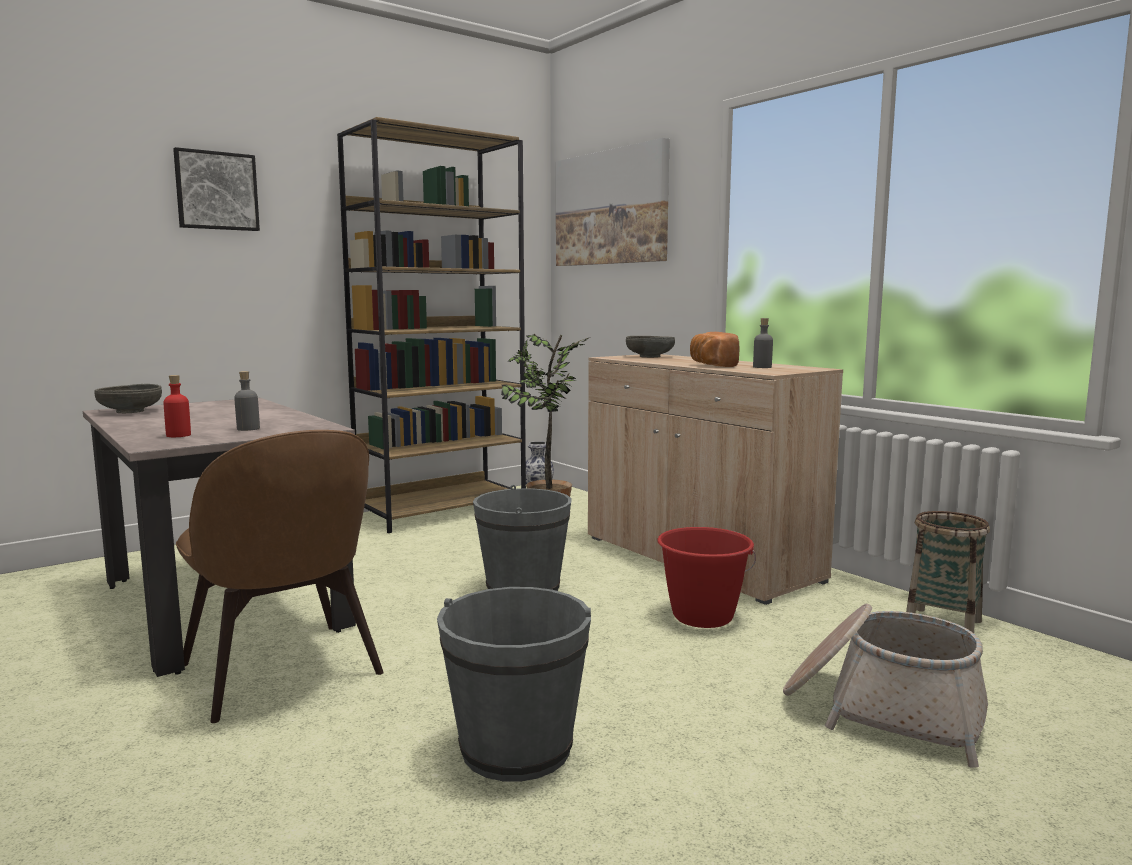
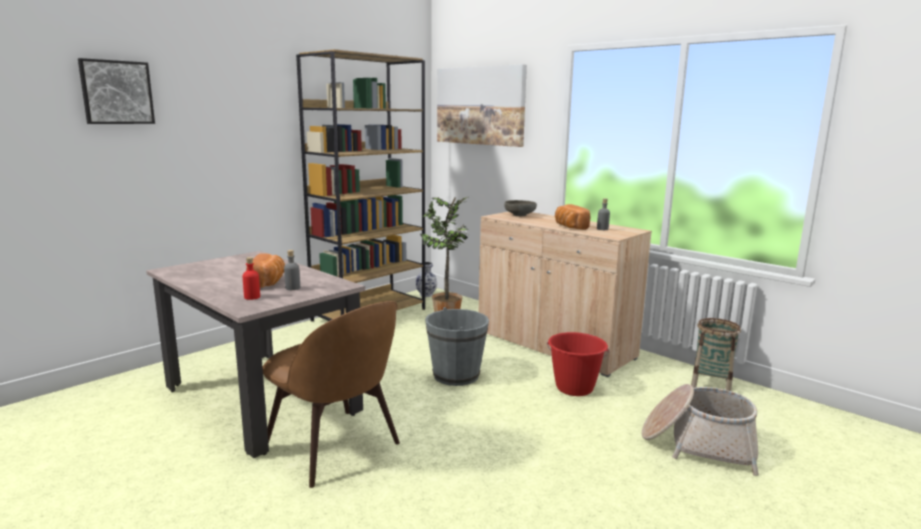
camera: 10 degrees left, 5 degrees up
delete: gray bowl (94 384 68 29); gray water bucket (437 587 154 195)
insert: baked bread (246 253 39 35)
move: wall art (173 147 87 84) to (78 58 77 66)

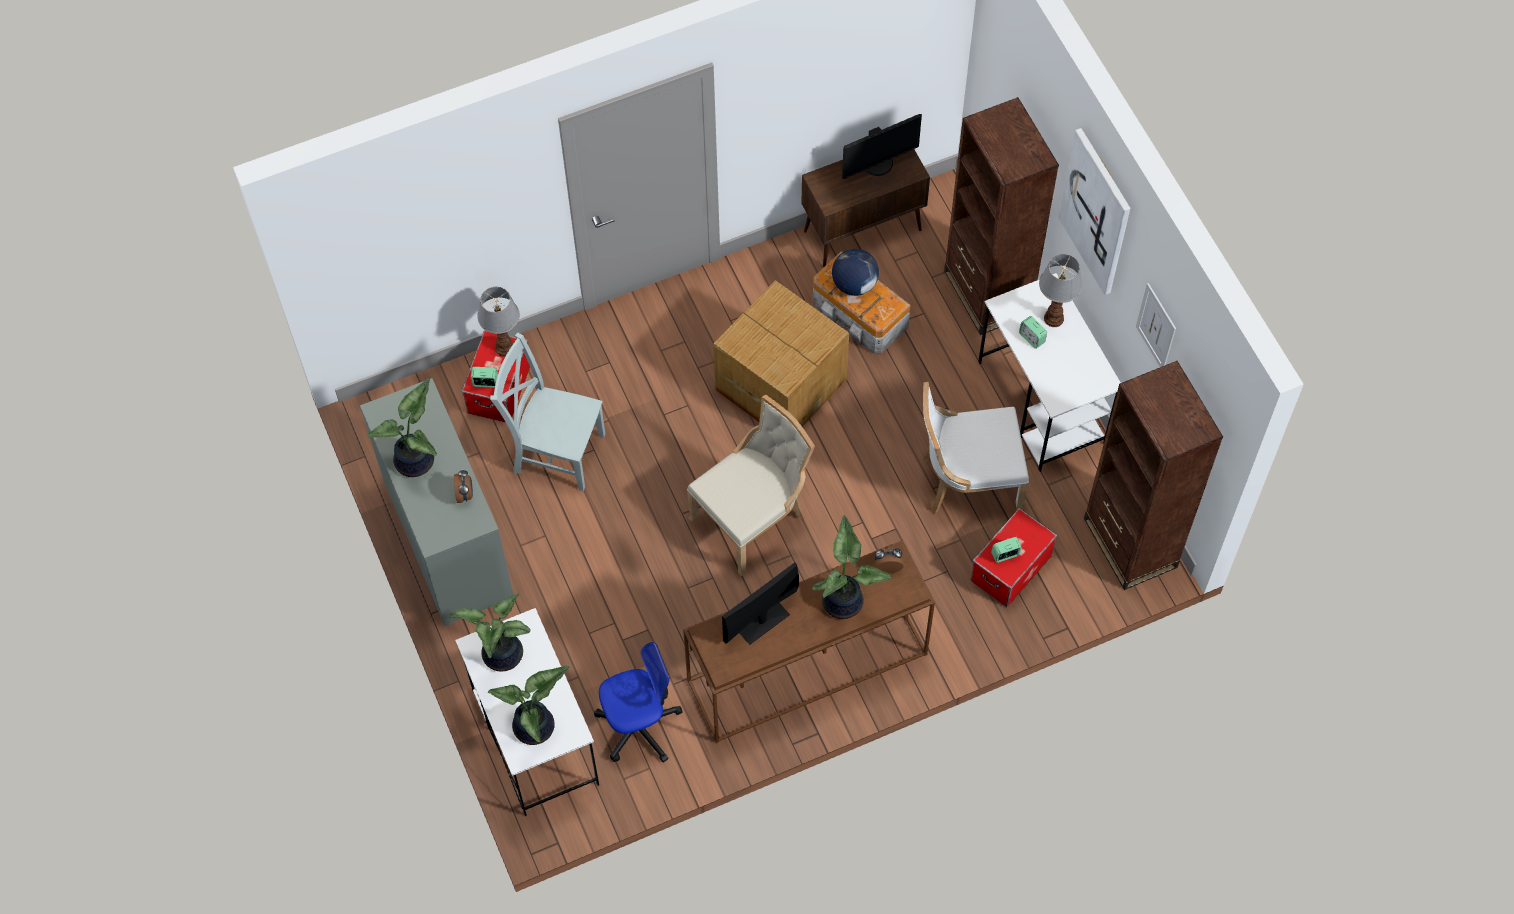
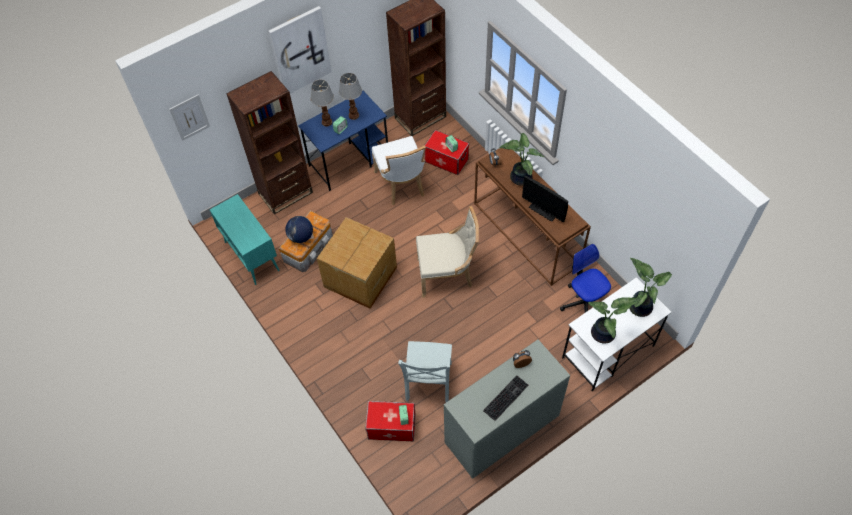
camera: 100 degrees left, 5 degrees down
delete: computer screen (842 114 80 65)
move: wall art (1136 283 40 84) to (169 95 41 46); table lamp (477 287 43 70) to (339 73 23 47)
replace: potted plant (368 378 69 99) to computer keyboard (483 375 45 46)
recolor: brown cupboard (801 149 129 119) to blue-green cupboard (210 194 70 91); whitish desk (978 273 143 199) to blue desk (298 91 90 100)
rotate: sand-coloured upright chair (687 395 128 181) = (416 206 63 92) 135 degrees clockwise

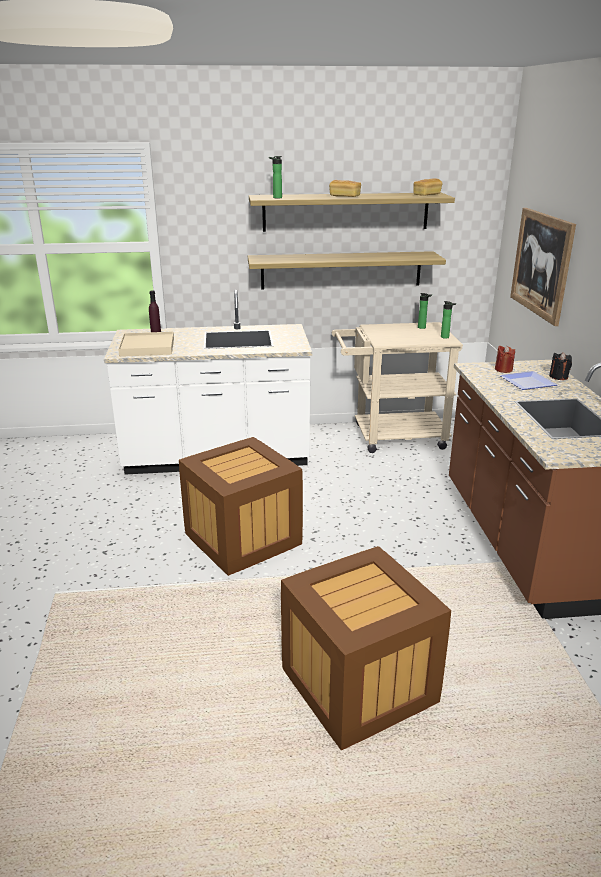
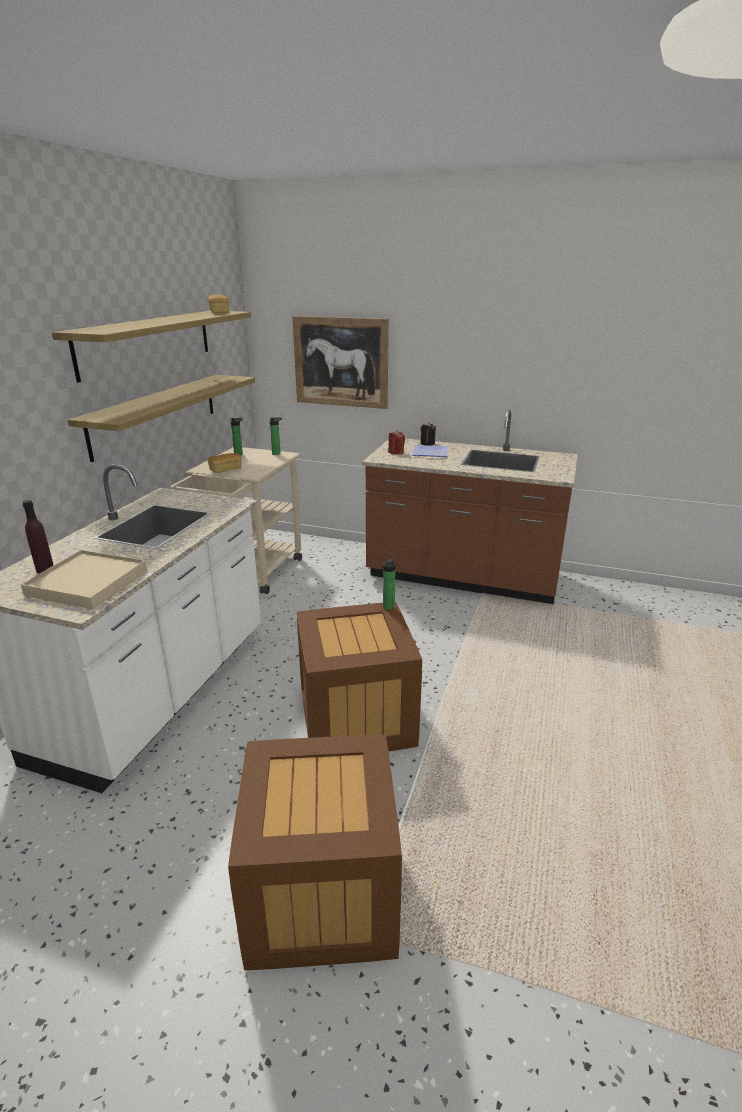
camera: 65 degrees left, 0 degrees up
move: beverage bottle (269 156 13 42) to (382 558 14 52); baked bread (329 180 32 17) to (208 453 34 20); crate (281 546 170 204) to (228 734 174 236)

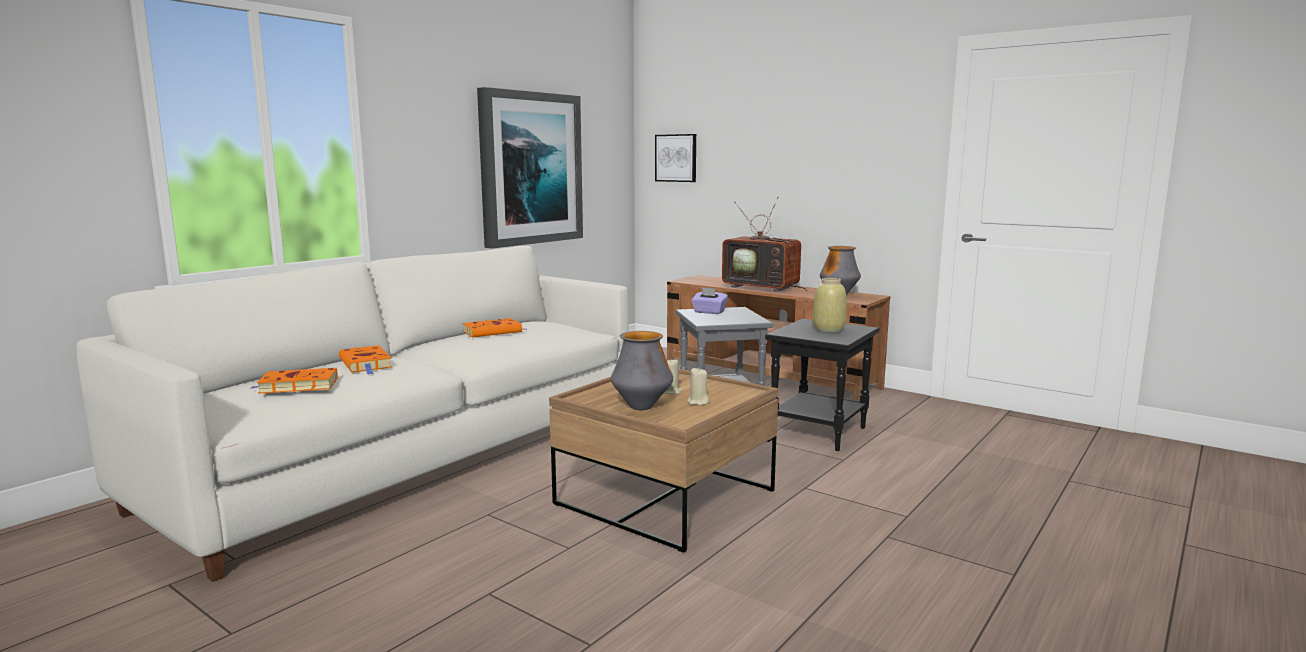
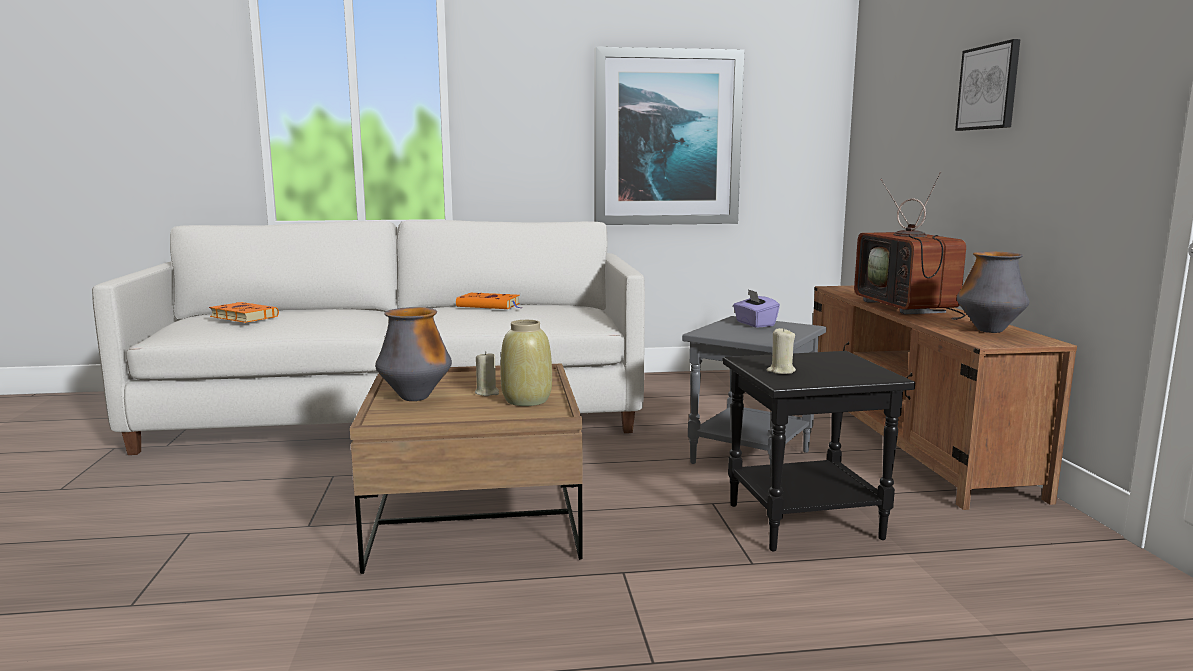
camera: 45 degrees right, 0 degrees up
delete: orange book (339 345 53 29)
move: wall art (655 134 41 48) to (955 39 66 92); sand-coloured vase (813 278 34 54) to (501 320 51 86); sand-coloured wax light (687 367 22 38) to (767 327 29 47)

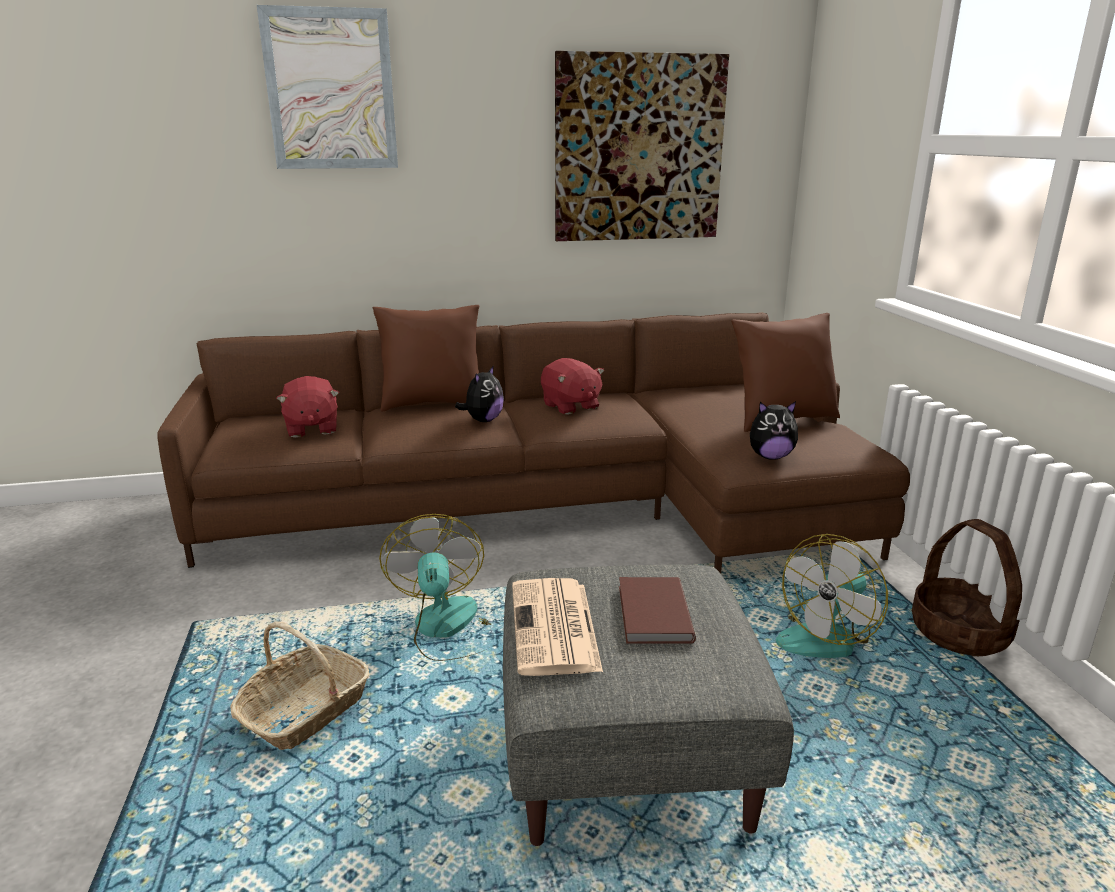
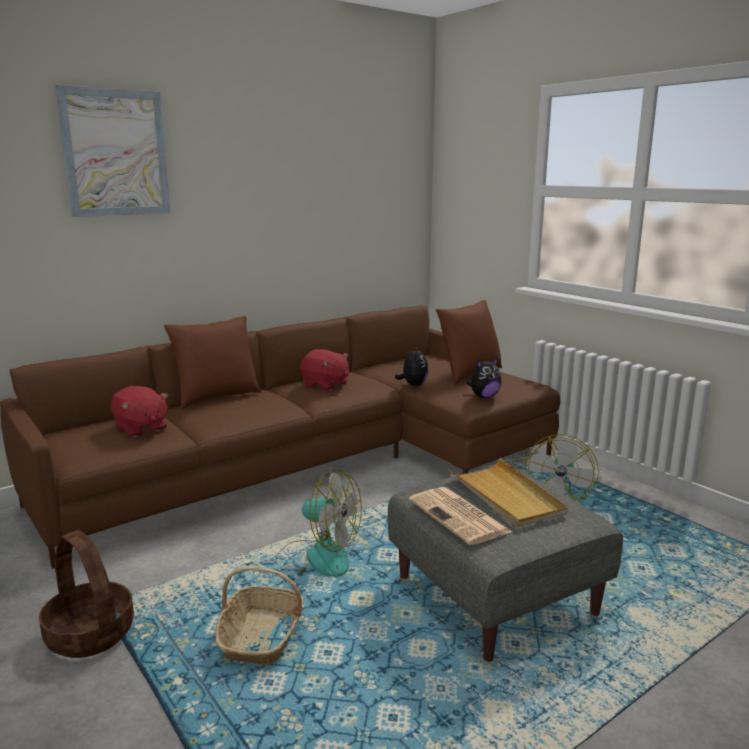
camera: 25 degrees left, 5 degrees down
delete: wall art (555 51 174 190)
move: cuddly toy (455 365 49 57) to (395 346 33 40); basket (912 519 110 137) to (39 530 95 128)
replace: brown book (619 577 77 67) to sand-coloured tray (448 458 120 70)
rotate: electric fan (379 514 112 147) = (275 469 87 108) 150 degrees clockwise

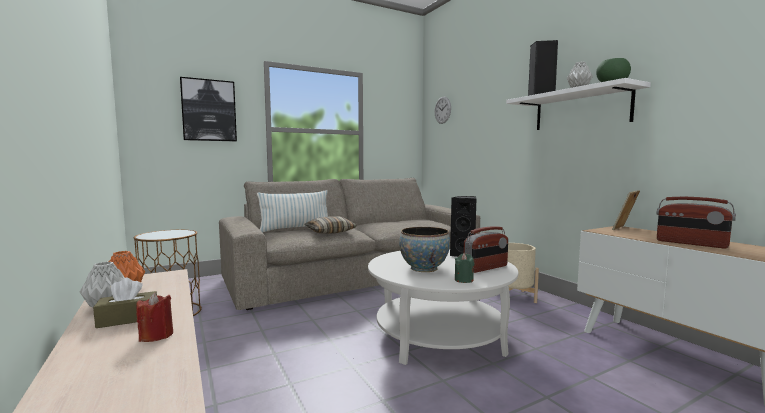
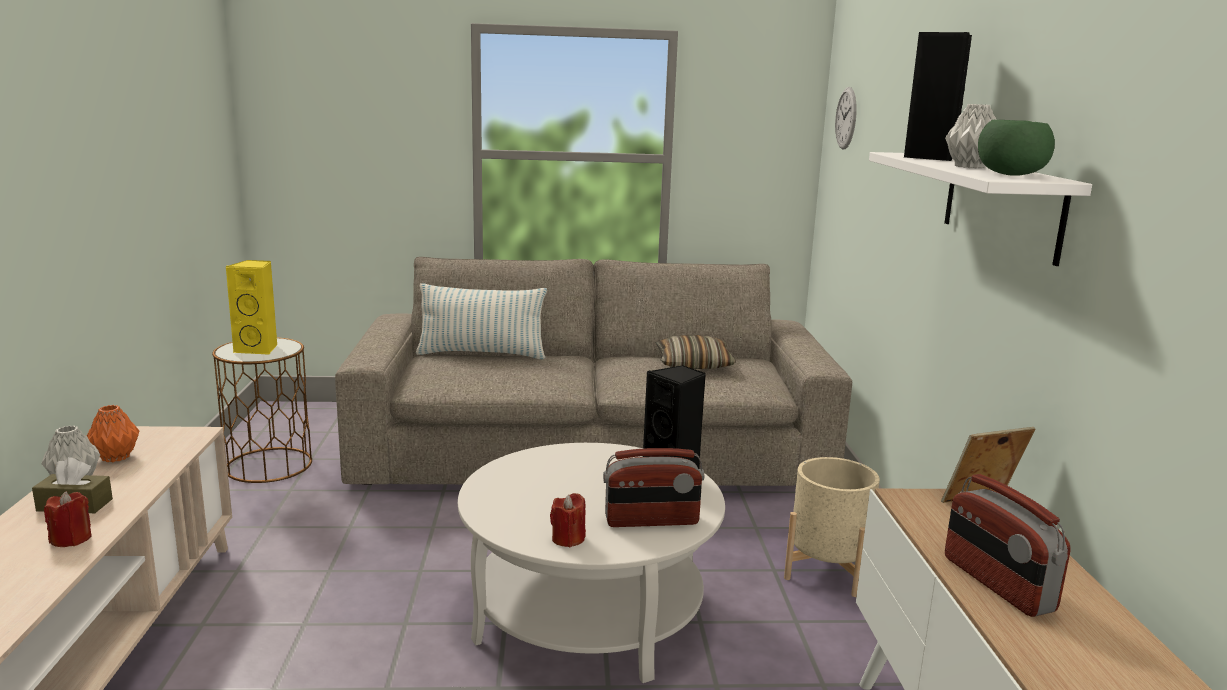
camera: 25 degrees right, 10 degrees up
delete: wall art (180 77 57 64); bowl (399 227 51 45)
insert: yellowish audio speaker (225 260 53 95)
move: pillow (304 216 53 18) to (656 335 80 34)
recolor: green-coloured wax light (455 253 19 30) to red wax light (550 493 36 54)

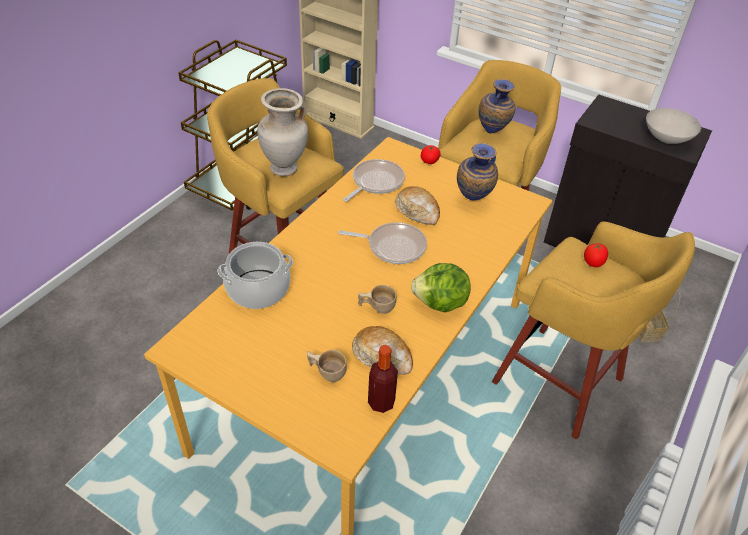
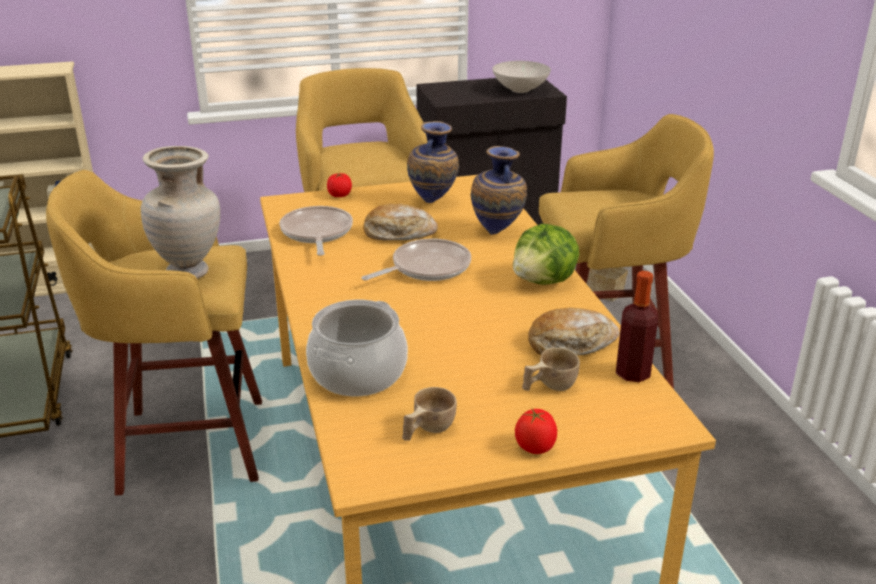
camera: 45 degrees left, 15 degrees down
move: vase (479 79 36 55) to (471 146 56 88); whole tomato (584 243 24 24) to (515 409 42 45); sand-coloured drinking cup (358 285 38 29) to (402 387 55 54)

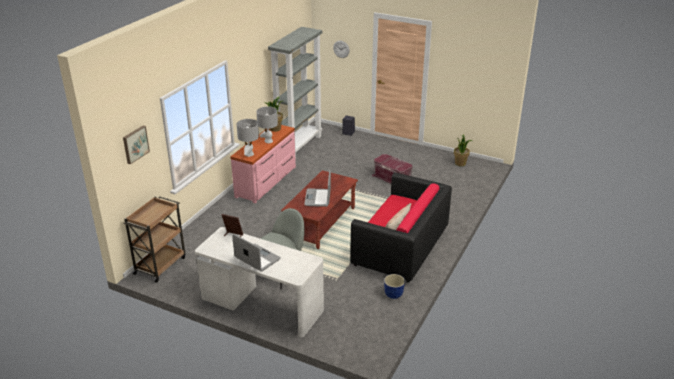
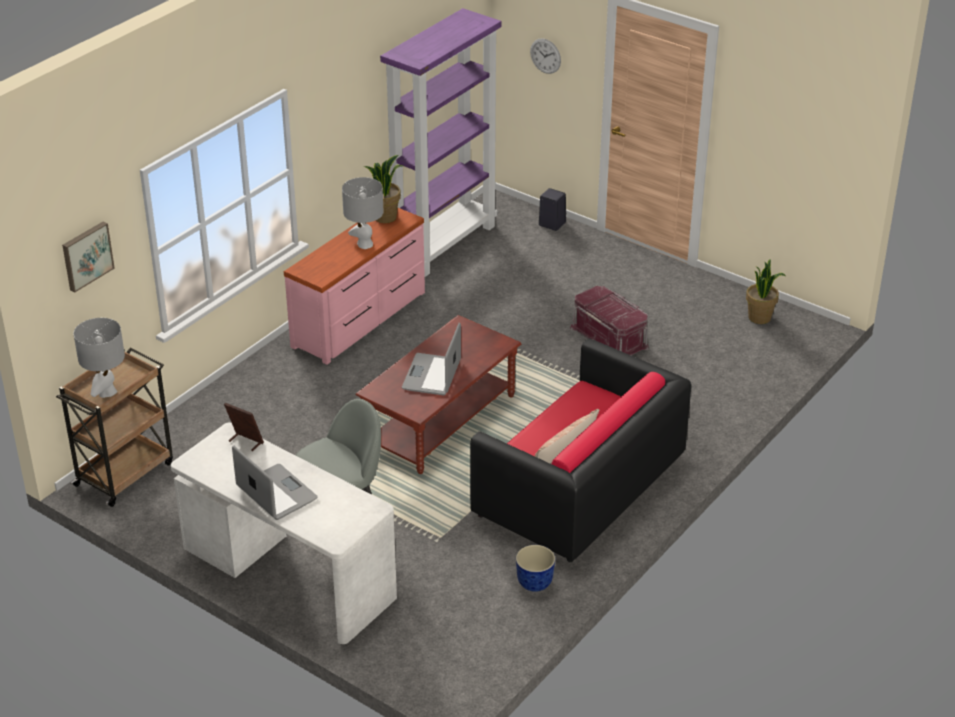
camera: 10 degrees right, 5 degrees up
move: gray table lamp (237 119 22 38) to (74 318 51 80)
recolor: gray bookshelf (268 27 54 132) to purple-coloured bookshelf (380 8 122 269)

